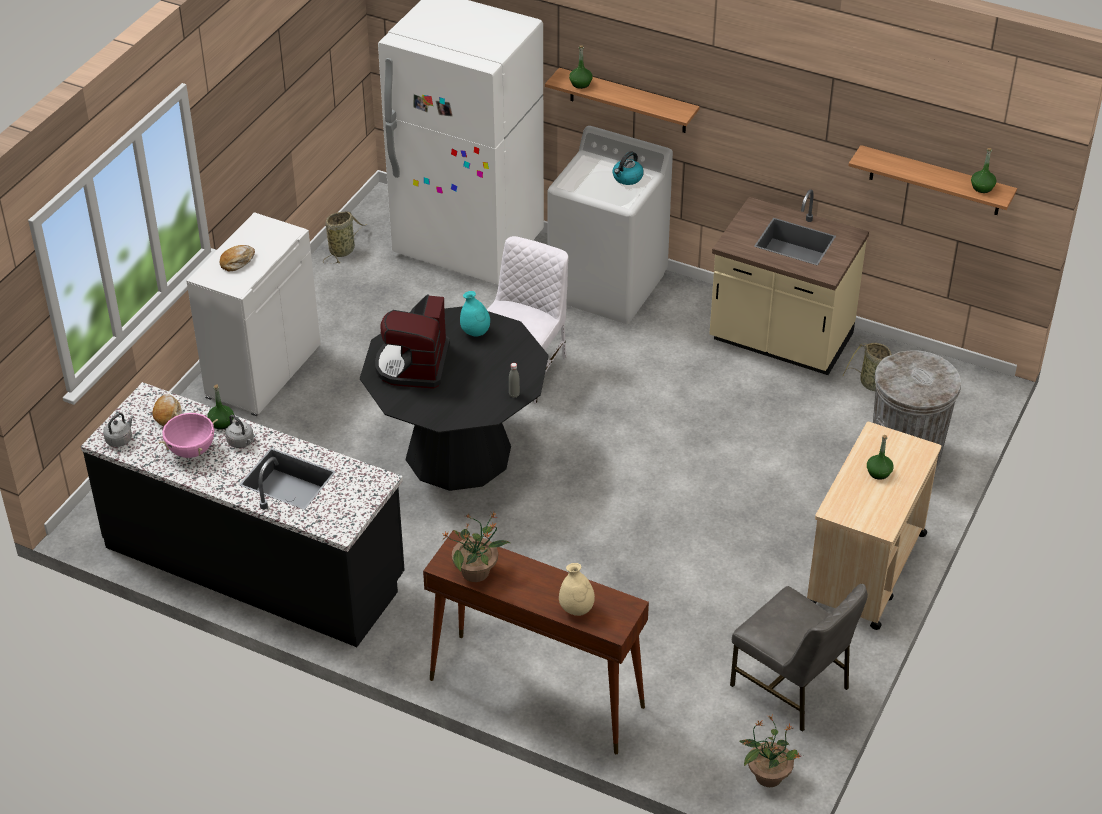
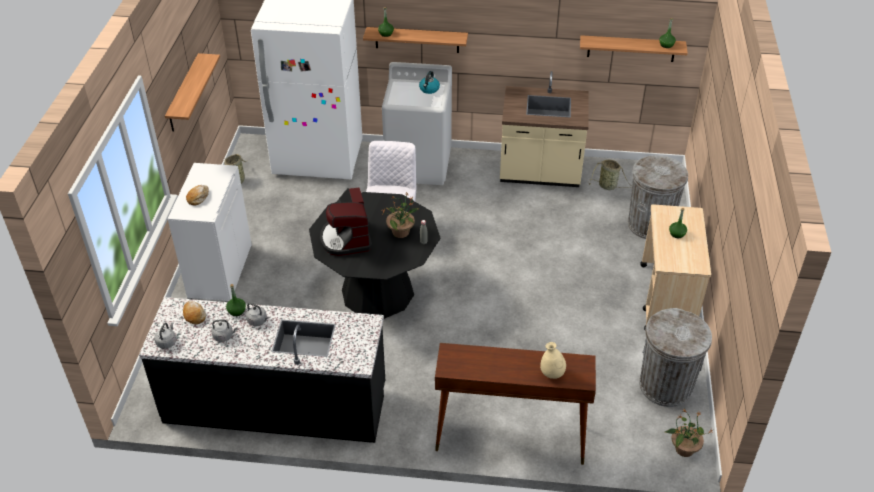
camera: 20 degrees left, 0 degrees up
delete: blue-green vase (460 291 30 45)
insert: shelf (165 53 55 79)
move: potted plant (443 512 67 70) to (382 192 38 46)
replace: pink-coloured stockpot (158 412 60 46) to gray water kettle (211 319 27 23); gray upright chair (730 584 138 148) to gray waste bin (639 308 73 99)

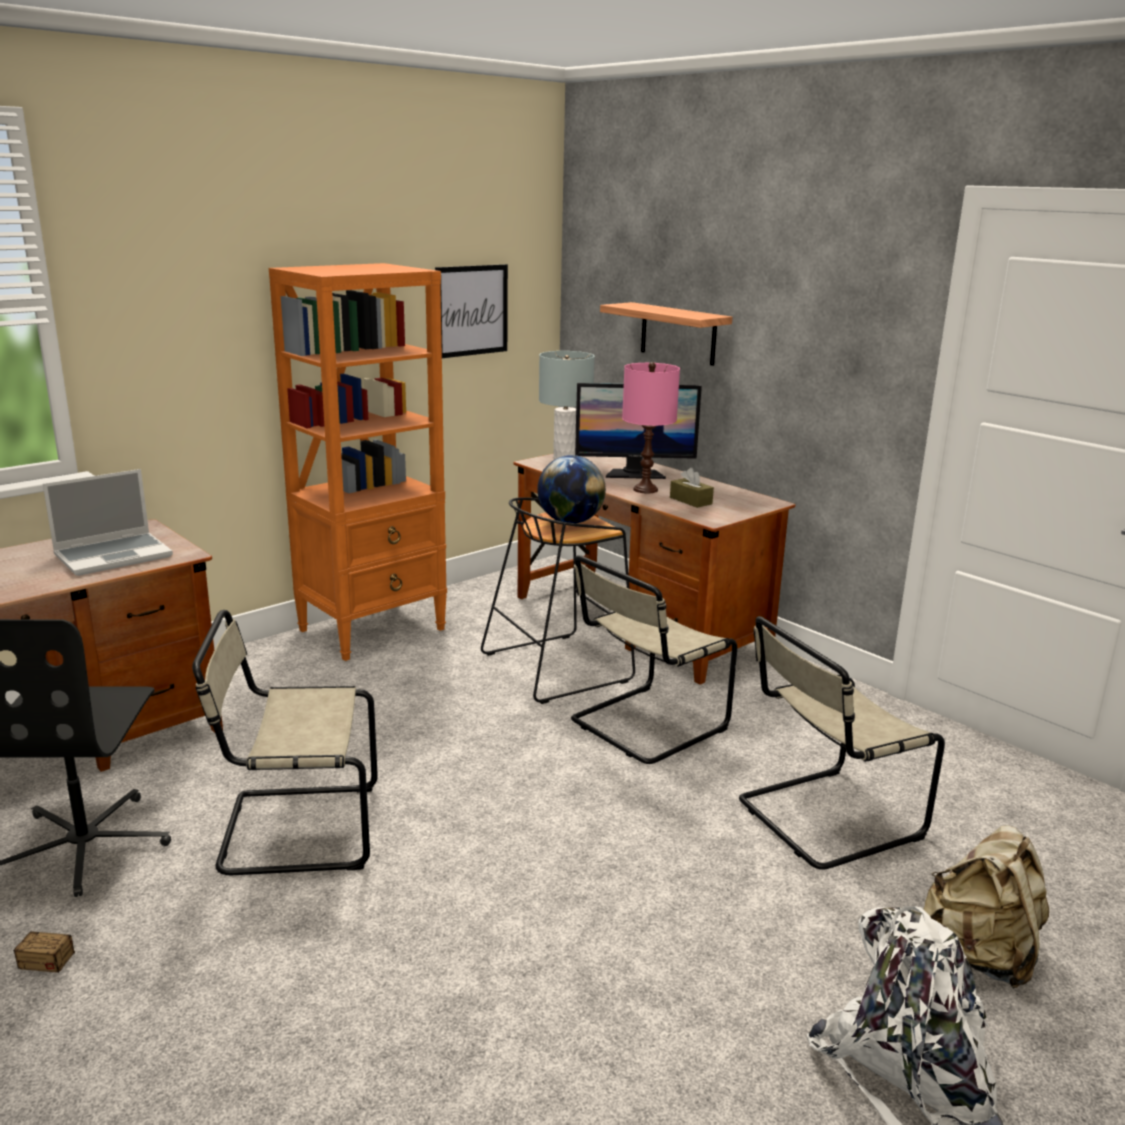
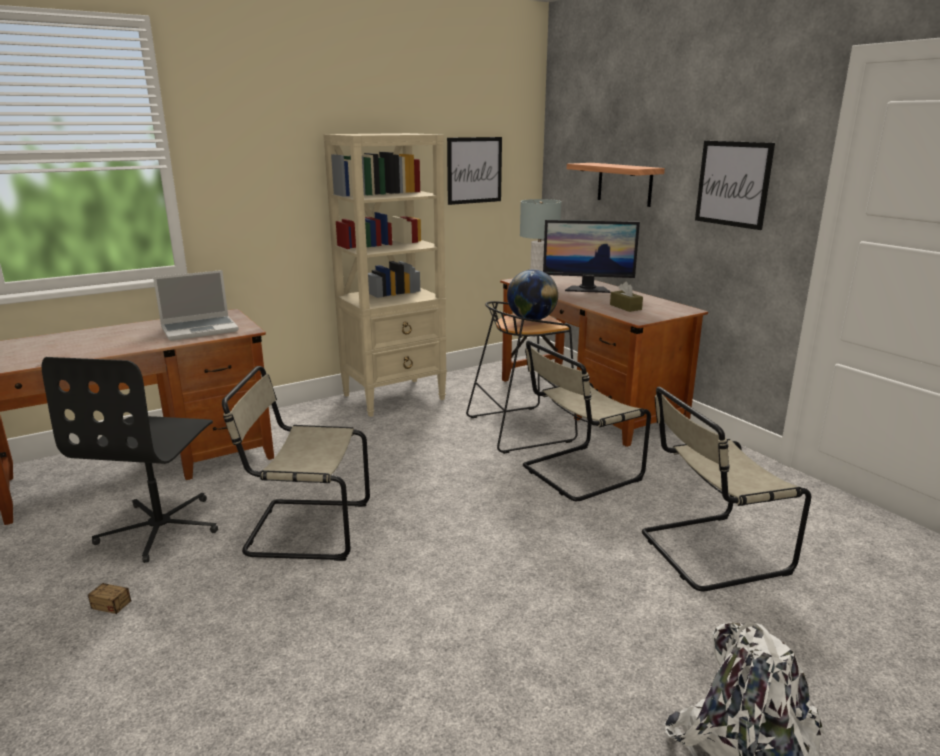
camera: 10 degrees right, 0 degrees up
delete: pink-coloured table lamp (622 362 58 131); sand-coloured rucksack (923 825 126 164)
insert: wall art (695 141 80 89)
recolor: orange bookshelf (269 263 178 398) to sand-coloured bookshelf (323 133 124 284)

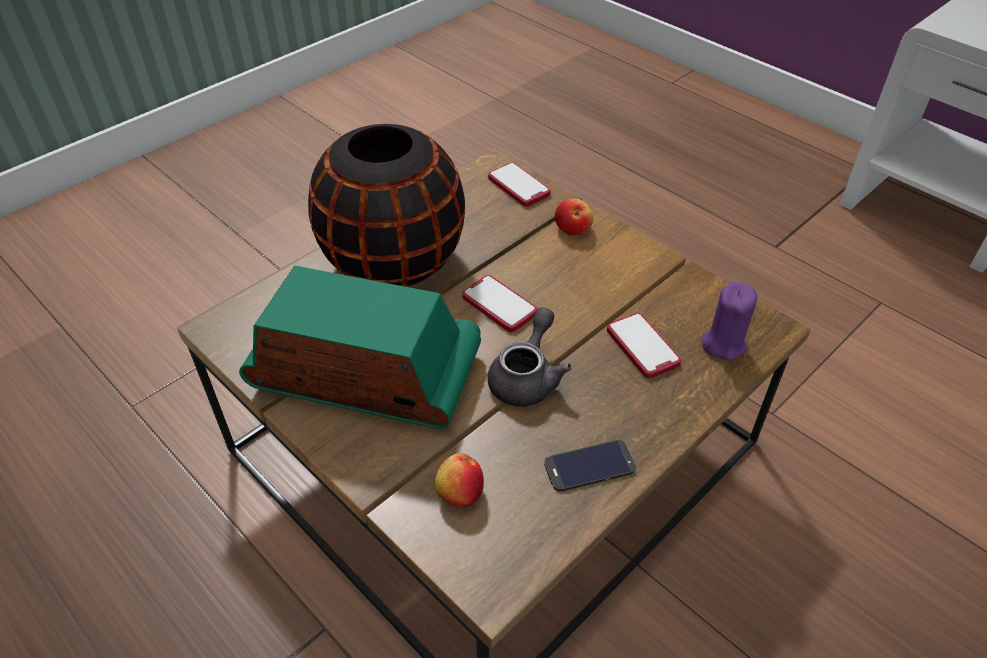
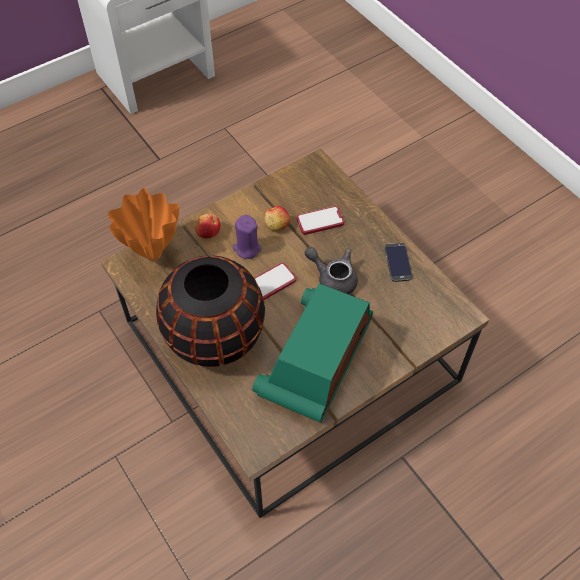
camera: 80 degrees left, 10 degrees up
move: purple-coloured wax light (702 282 55 78) to (233 215 28 44); whole apple (435 453 49 55) to (264 206 26 25)
replace: telephone (488 162 63 45) to orange vase (108 188 71 73)

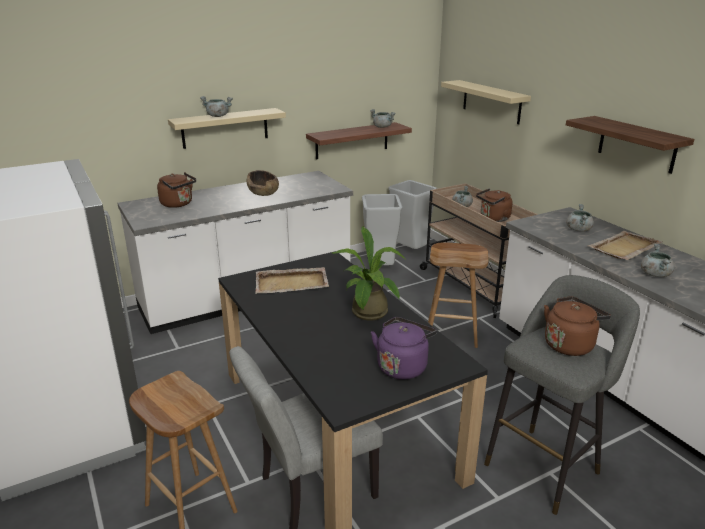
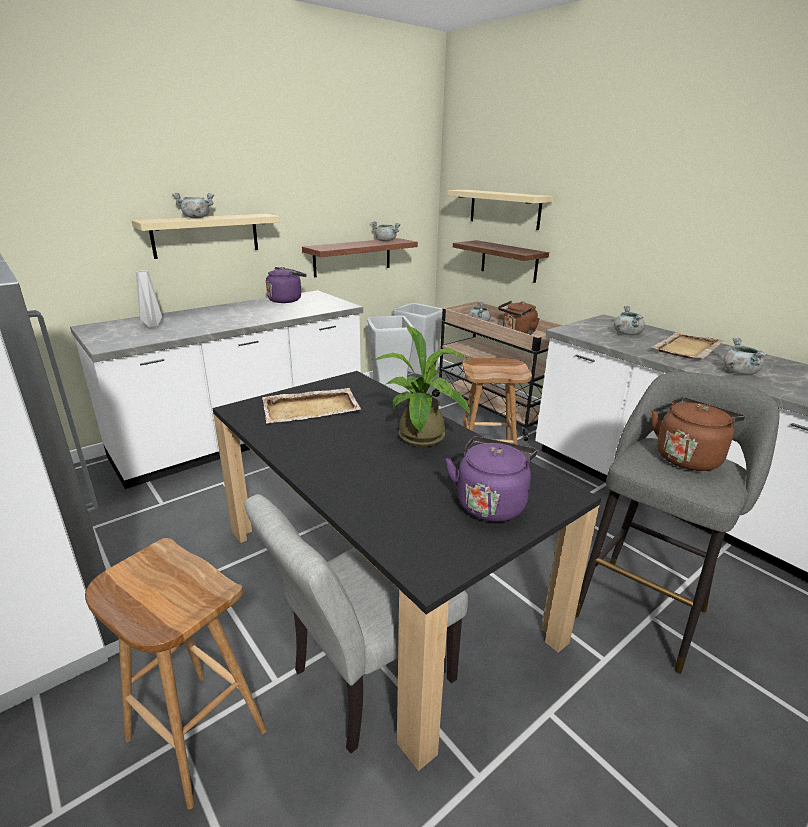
camera: 10 degrees left, 0 degrees up
delete: brown bowl (246 170 33 26)
insert: purple-coloured water kettle (266 267 41 36)
move: shelf (566 116 128 58) to (453 240 96 43)
replace: brown water kettle (157 172 39 36) to gray vase (136 270 26 58)

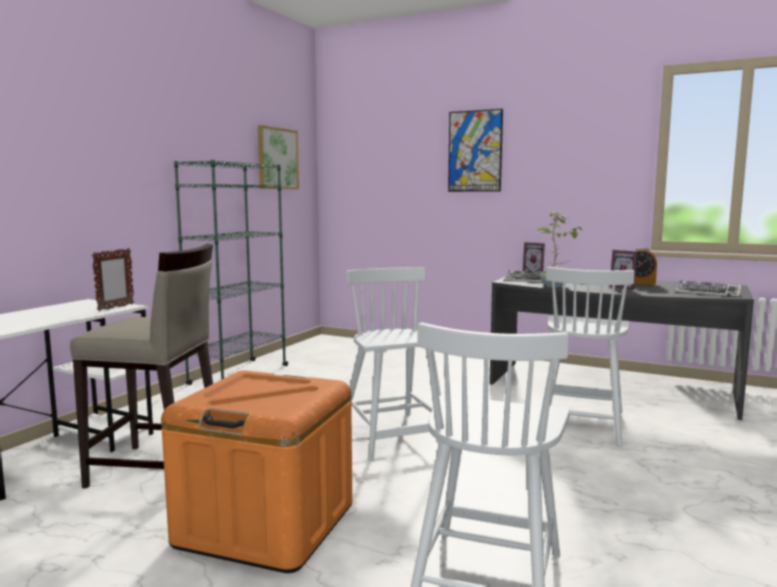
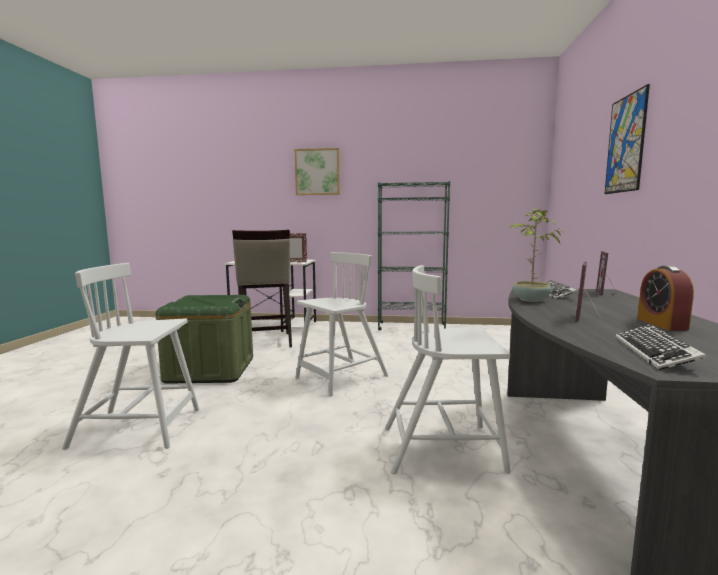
camera: 70 degrees right, 0 degrees up
move: wall art (258 125 41 64) to (294 148 46 47)
recolor: orange storage container (161 370 191 203) to green-coloured storage container (155 295 98 89)

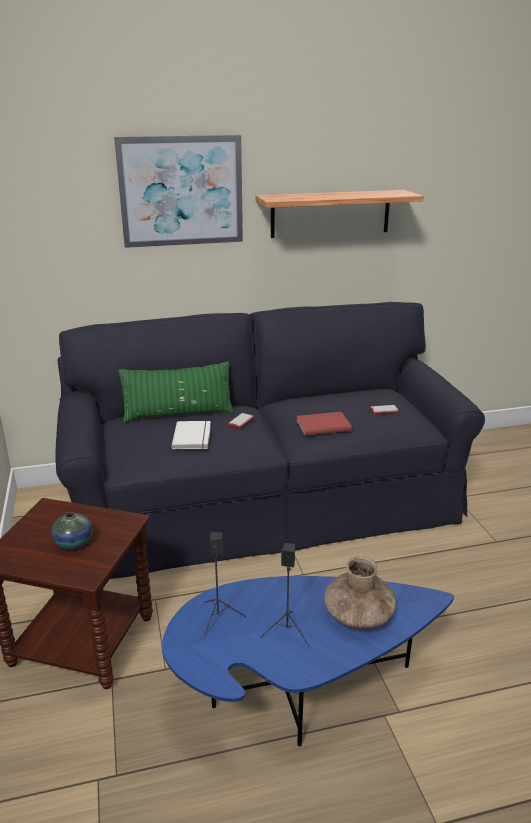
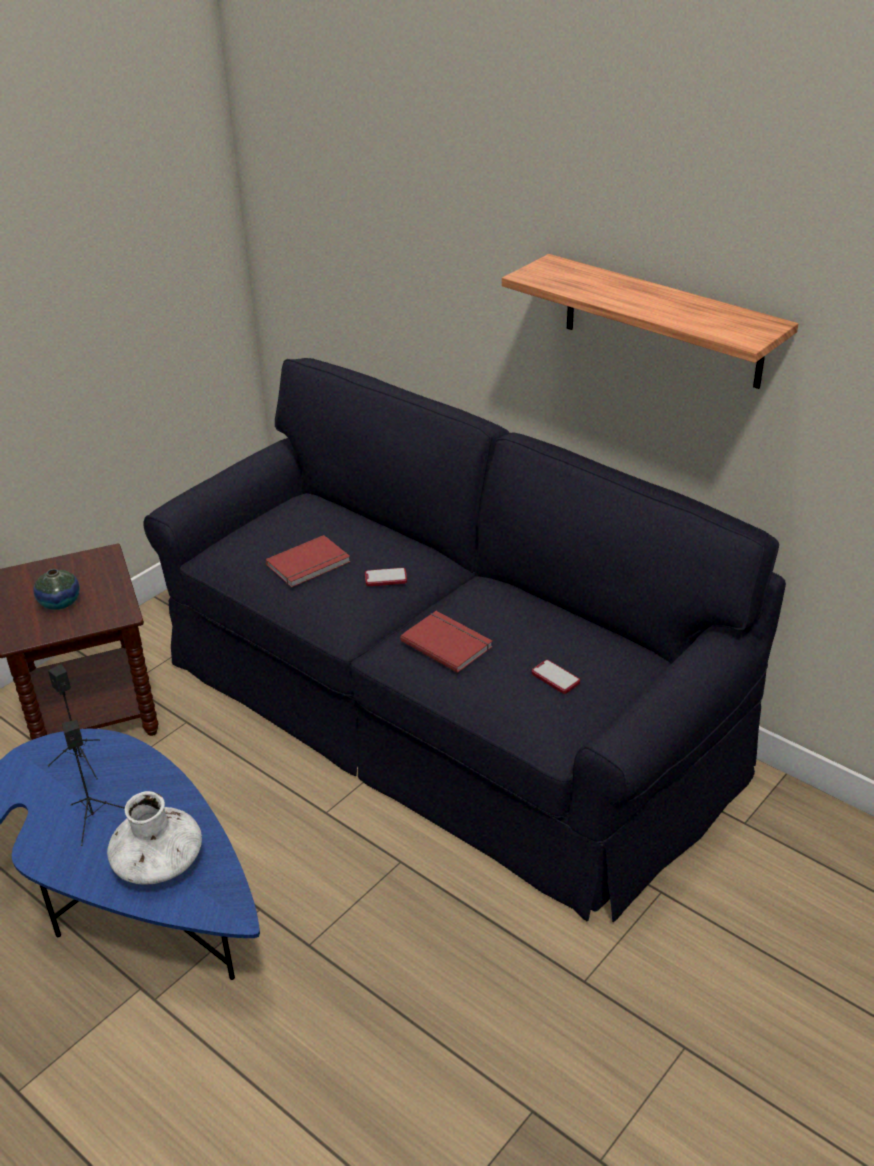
camera: 55 degrees right, 10 degrees up
delete: wall art (114 135 129 113); green-coloured pillow (118 361 115 62)
recolor: whitish book (172 421 39 28) to red book (266 535 84 52); brown vase (324 556 72 73) to whitish vase (107 791 95 93)

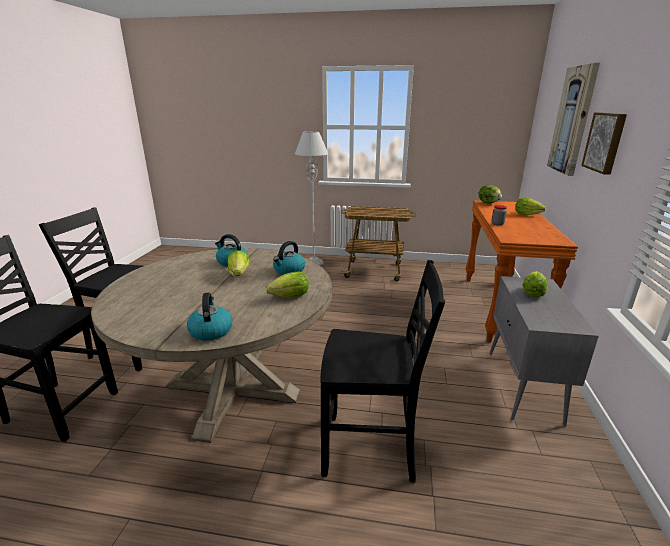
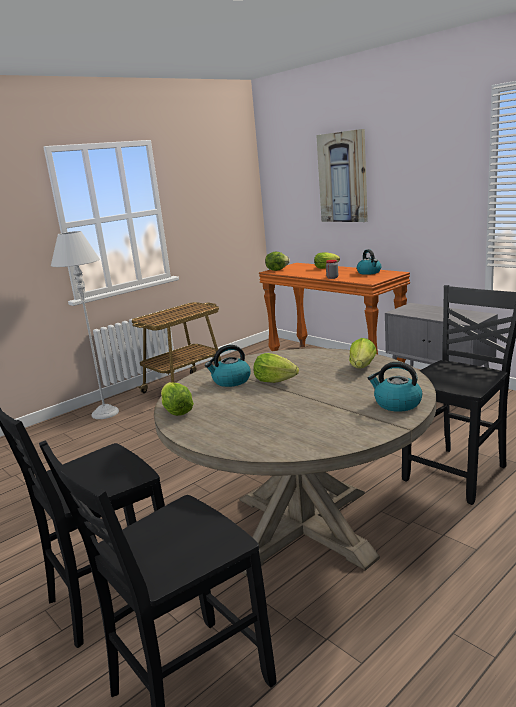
camera: 50 degrees left, 5 degrees down
delete: wall art (581 112 46 63)
move: water kettle (273 241 32 34) to (357 249 24 26); lettuce head (522 272 25 25) to (161 382 33 34)

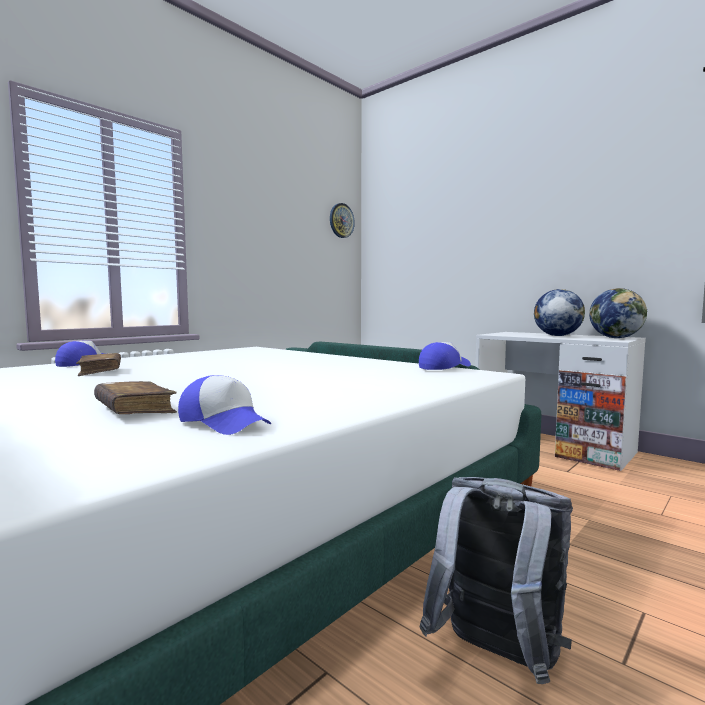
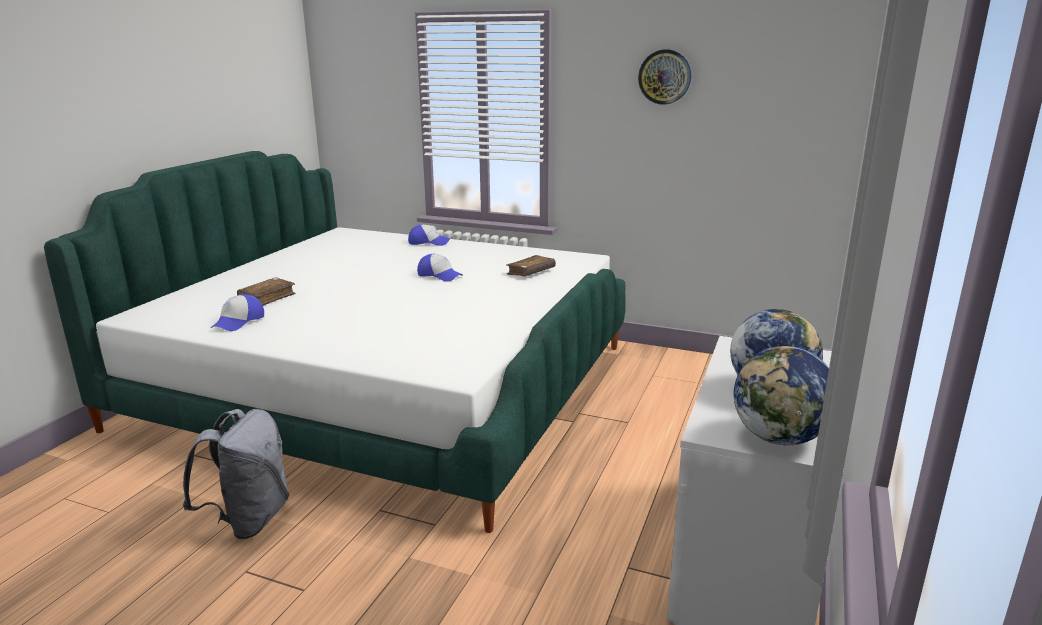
camera: 70 degrees right, 15 degrees up
move: clock on the wall (330 203 25 35) to (638 49 53 56); baseball cap (419 342 52 28) to (417 254 46 28); brown book (76 353 45 23) to (506 255 50 21)

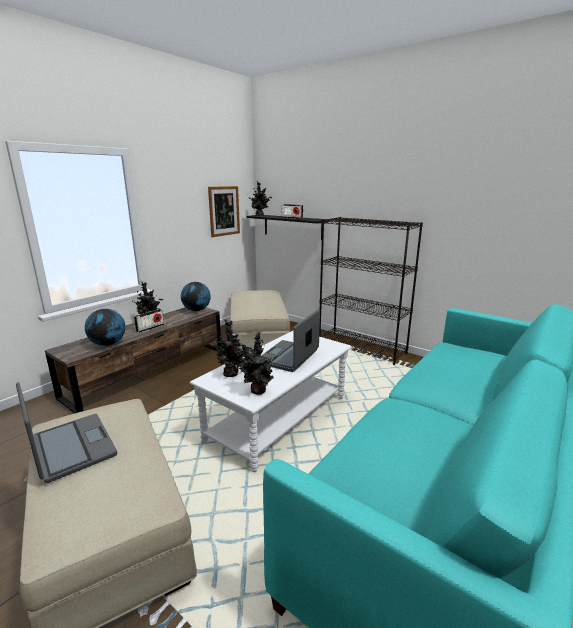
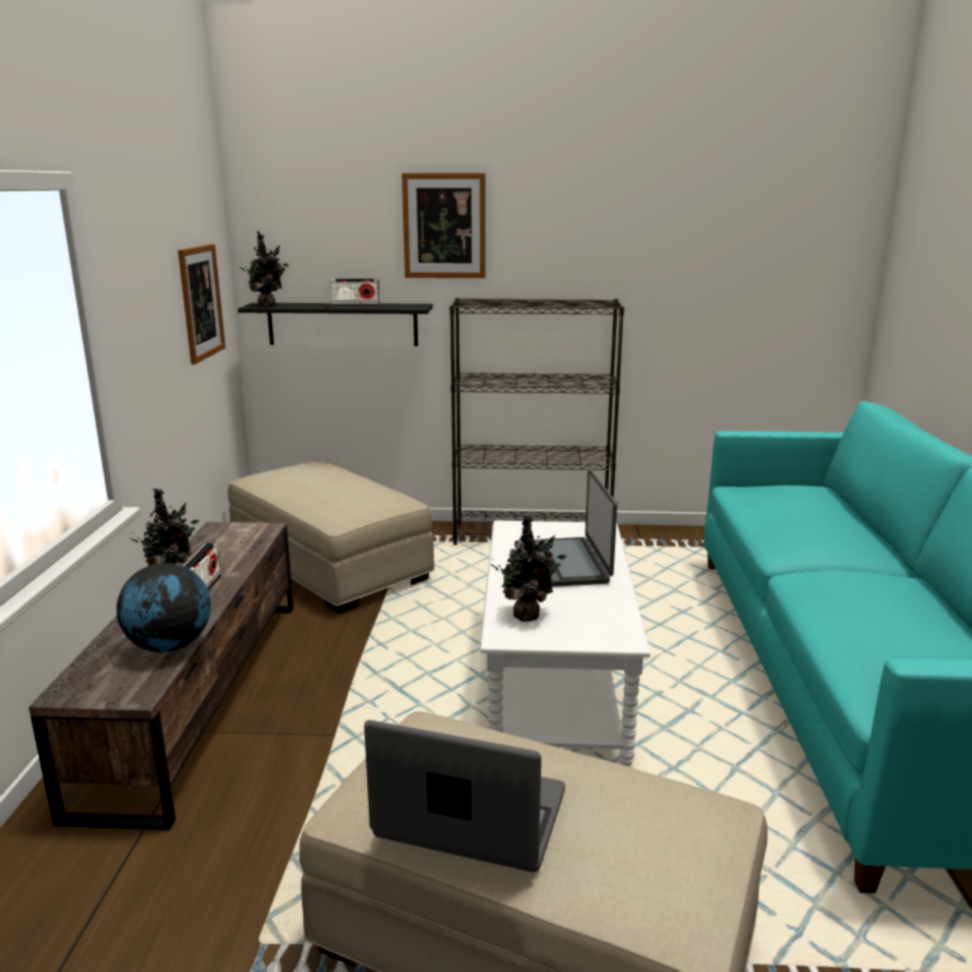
camera: 35 degrees left, 0 degrees up
delete: world globe (181 282 30 29); potted plant (236 331 41 64)
insert: wall art (402 173 83 105)

